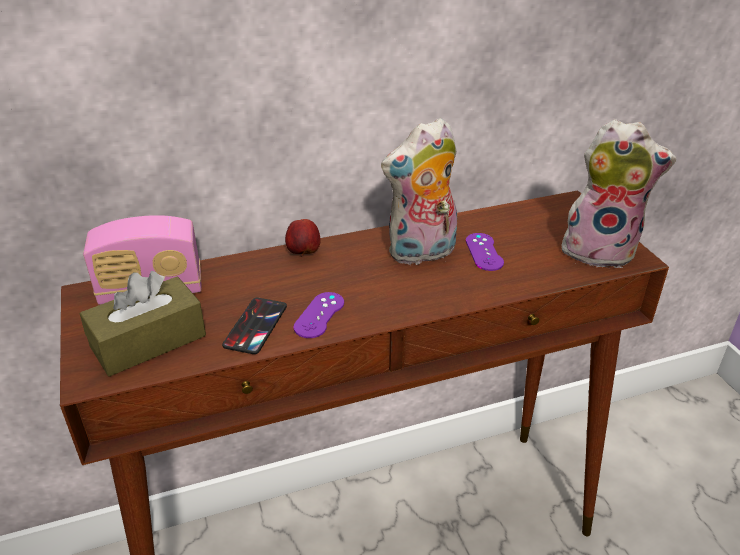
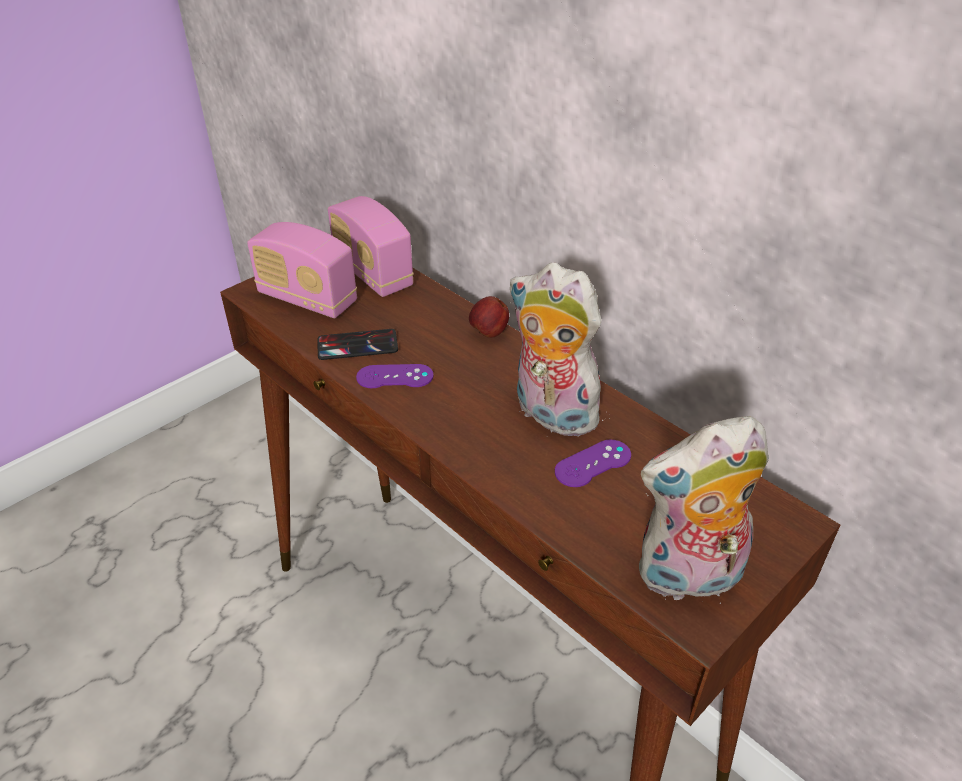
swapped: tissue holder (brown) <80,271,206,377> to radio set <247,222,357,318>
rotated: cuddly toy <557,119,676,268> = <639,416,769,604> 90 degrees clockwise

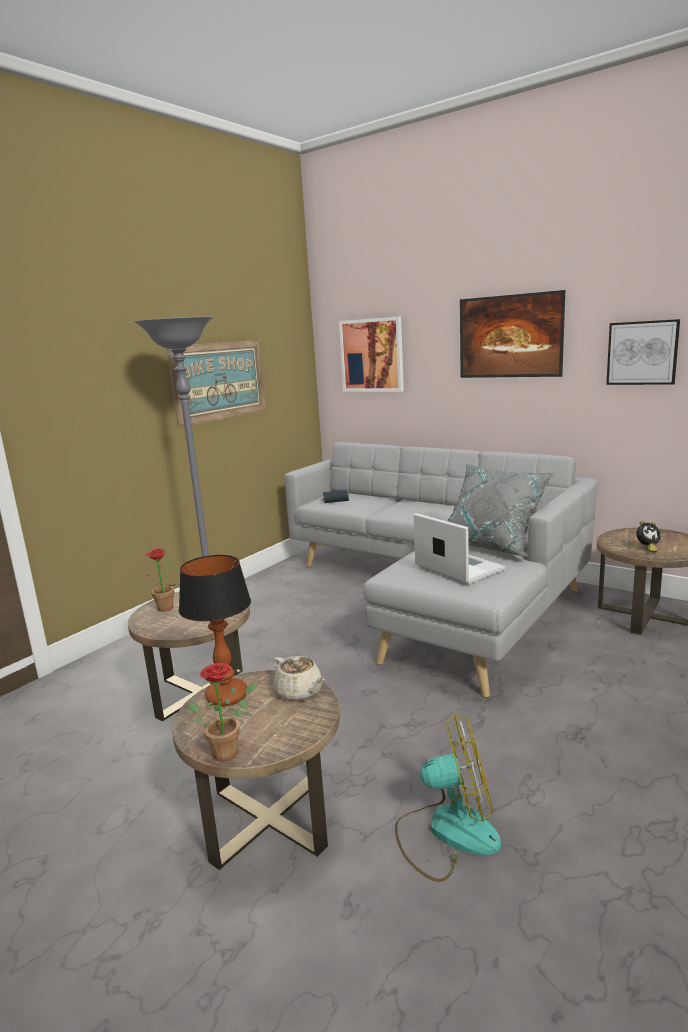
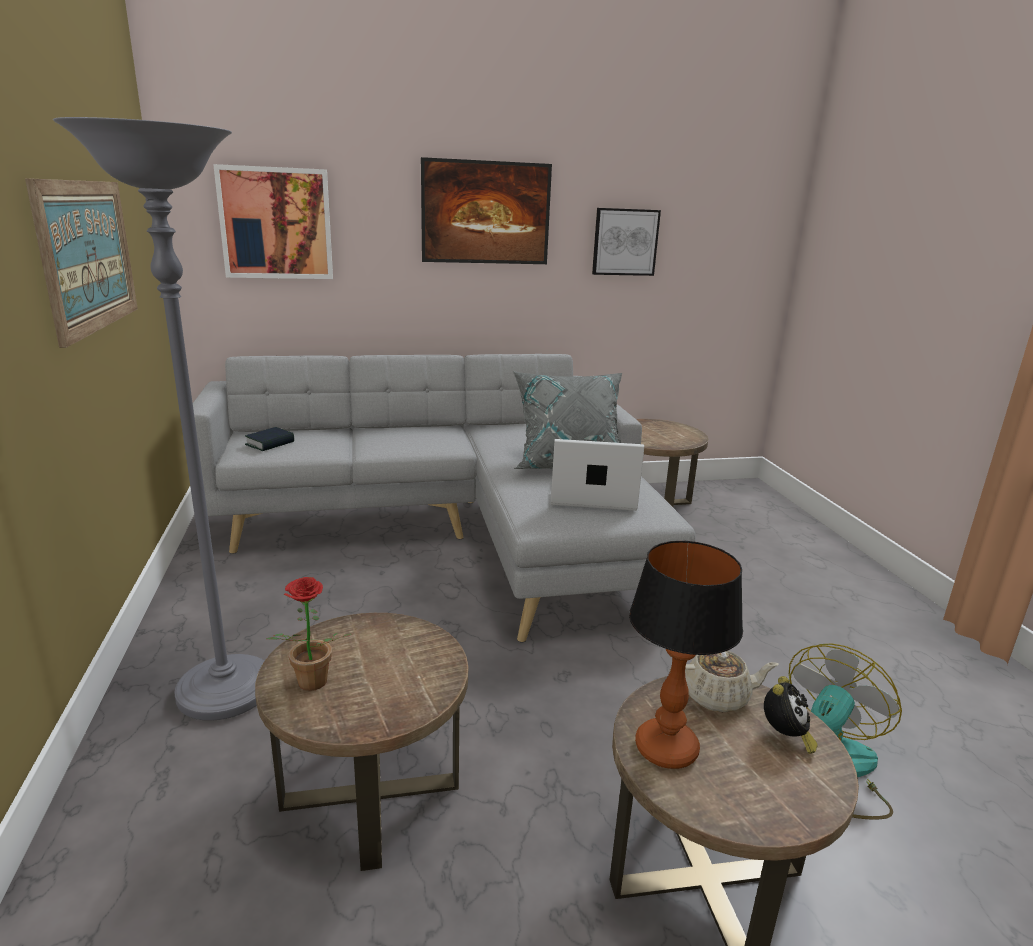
gone: plant in a pot <189,663,257,761>
shifted: bedside clock <636,520,661,552> to <764,676,817,754>

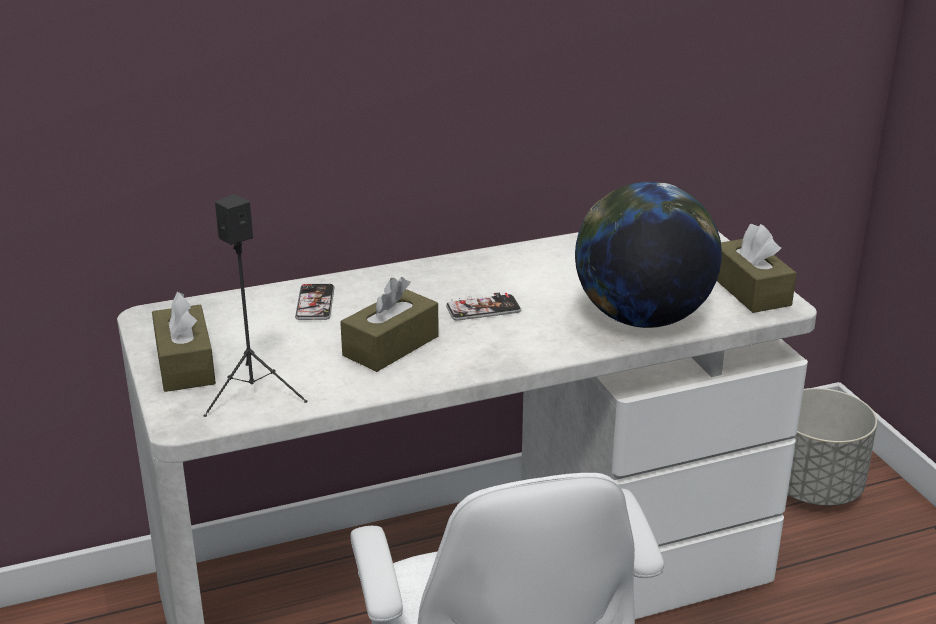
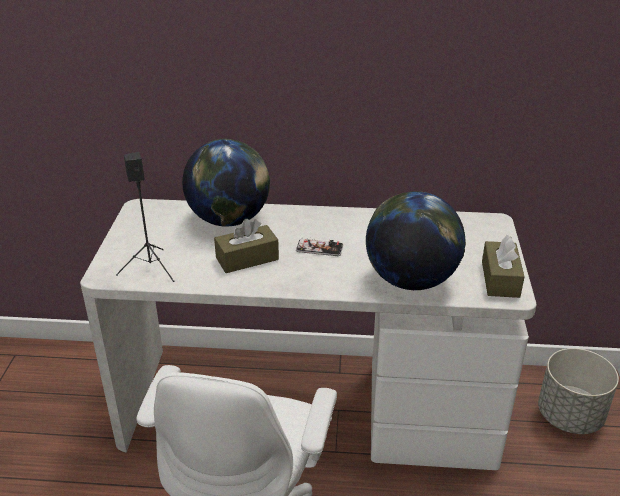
gone: tissue holder (brown) <152,292,216,392>
swapped: telephone <295,284,335,320> to world globe <182,139,270,227>

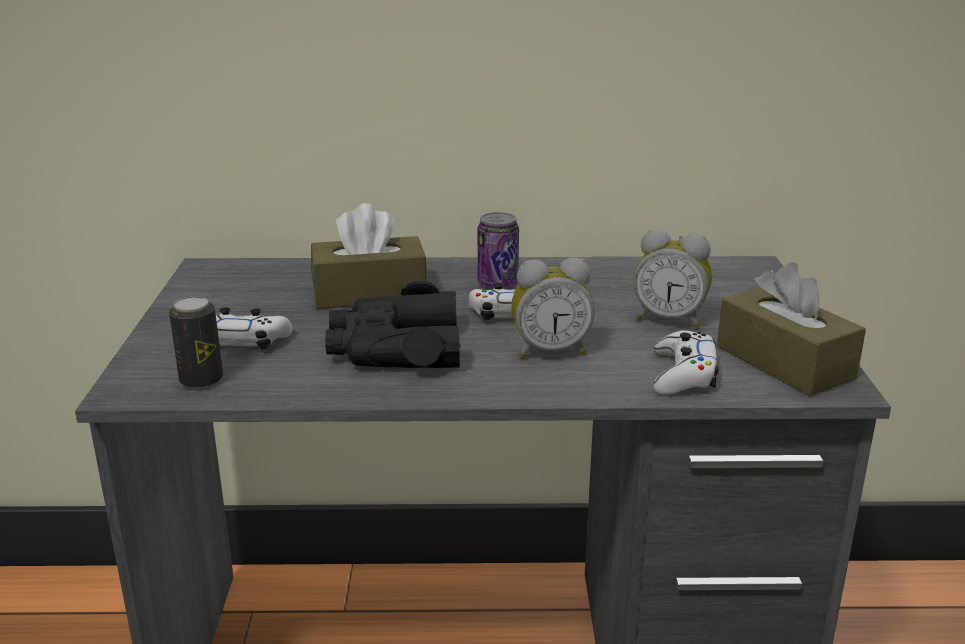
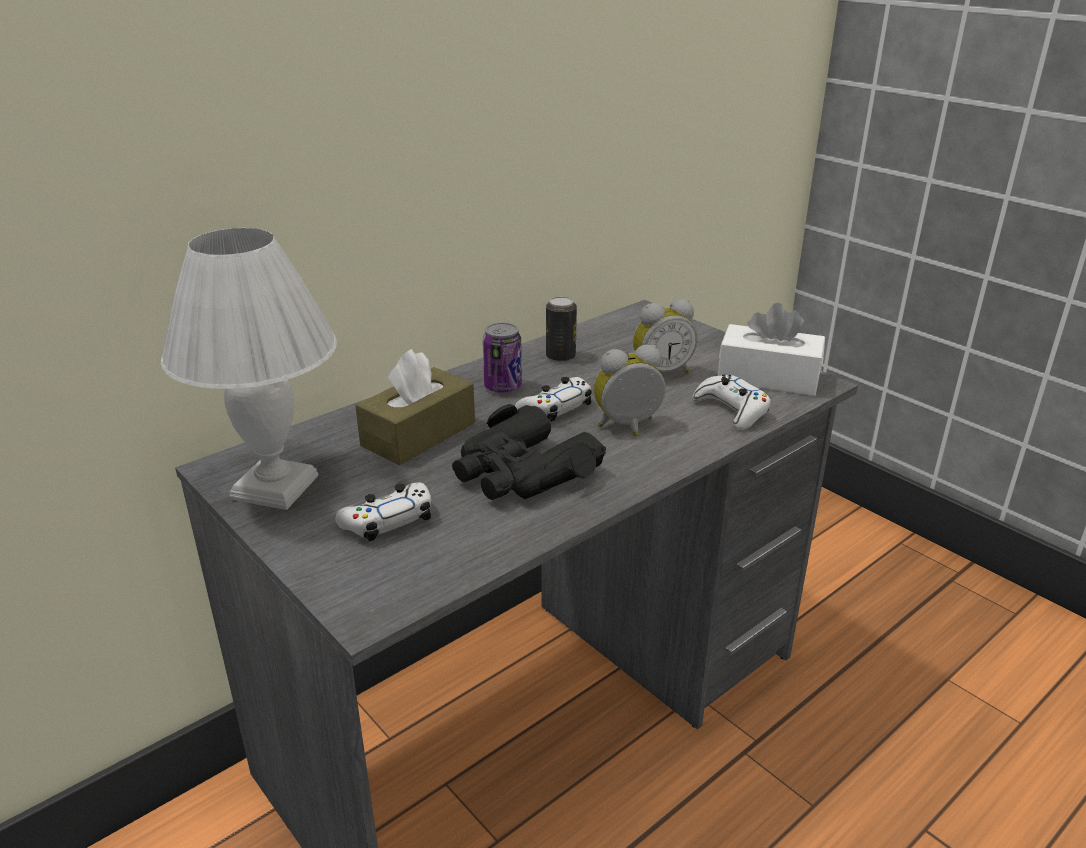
new: lamp for a table (white) <161,228,337,510>
shifted: sealed can <169,296,223,389> to <546,297,577,362>
repainted: tissue holder (brown) <717,262,866,396> to tissue holder (white) <718,303,825,396>
rotated: bedside clock <511,258,595,359> = <594,345,666,436> 150 degrees counterclockwise

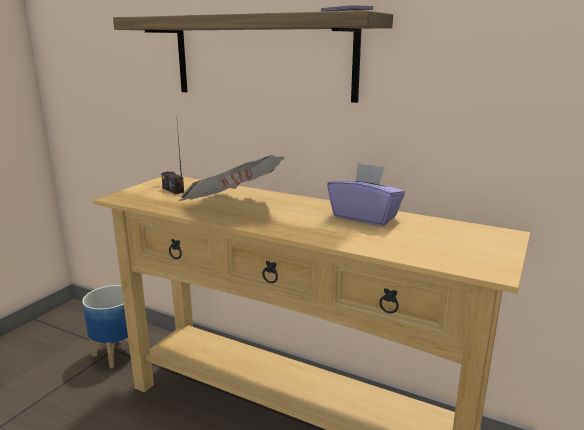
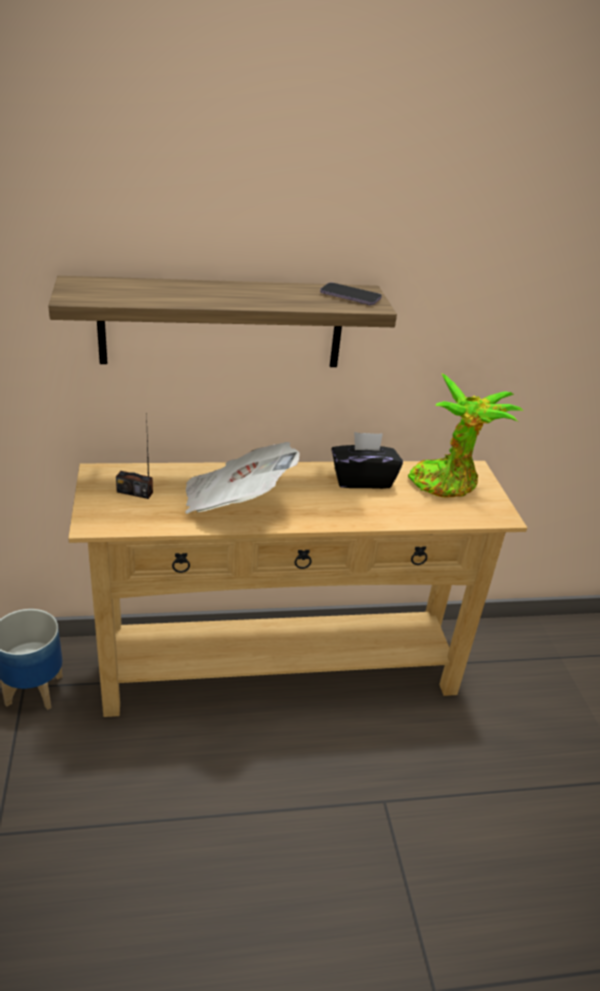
new: plant in a pot <408,373,524,498>
repainted: tissue holder (purple-coloured) <327,163,405,226> to tissue holder (blackish) <331,432,403,489>

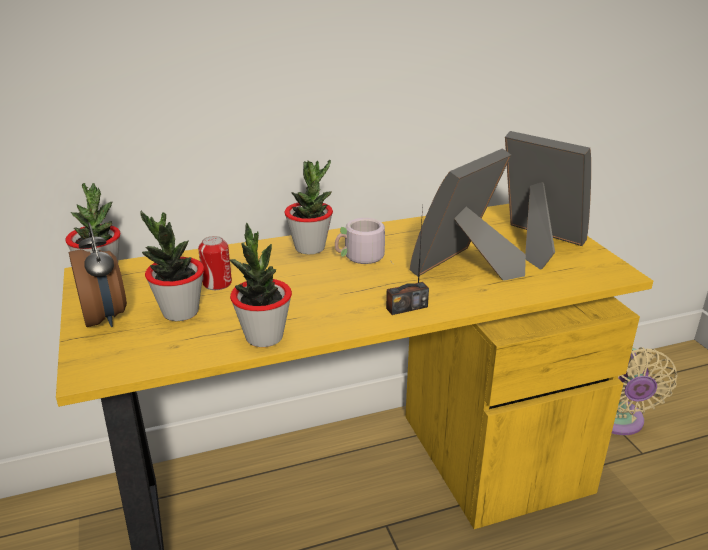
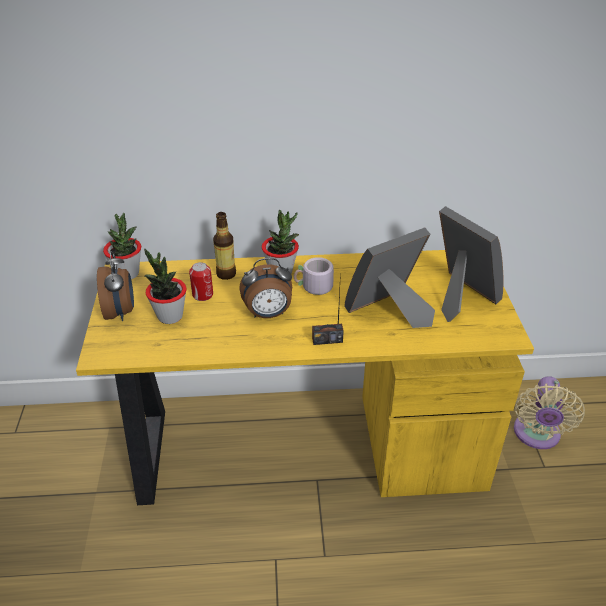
gone: plant in a pot <229,223,292,347>
new: bottle <213,212,236,280>; bedside clock <239,258,292,318>

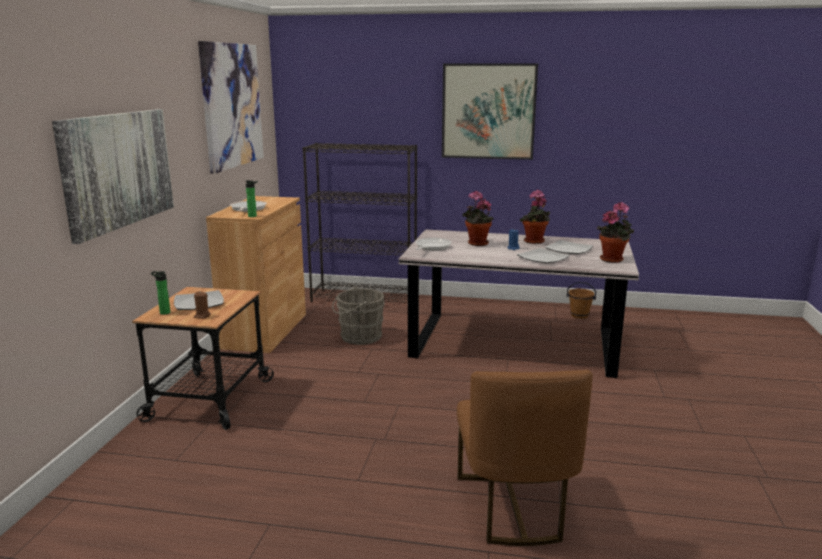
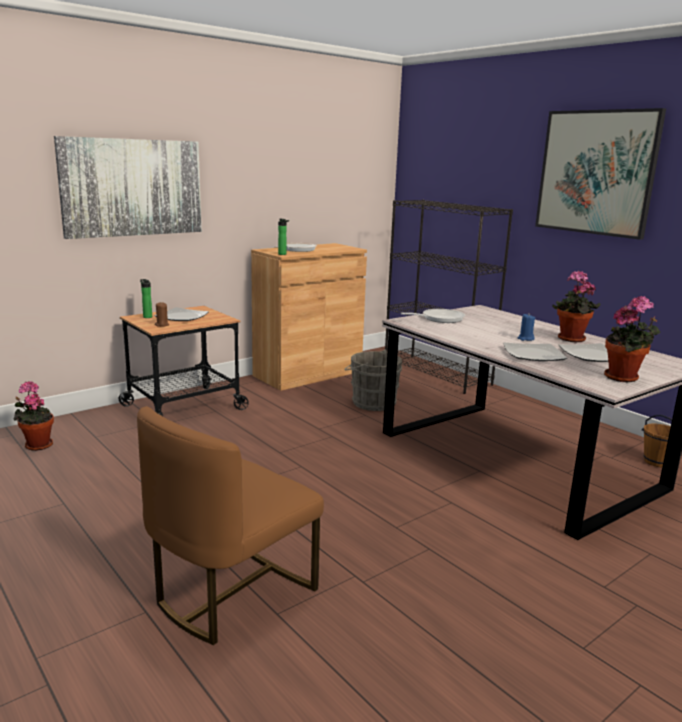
gone: wall picture <198,41,264,174>
shifted: plant in a pot <463,191,494,246> to <14,381,54,451>

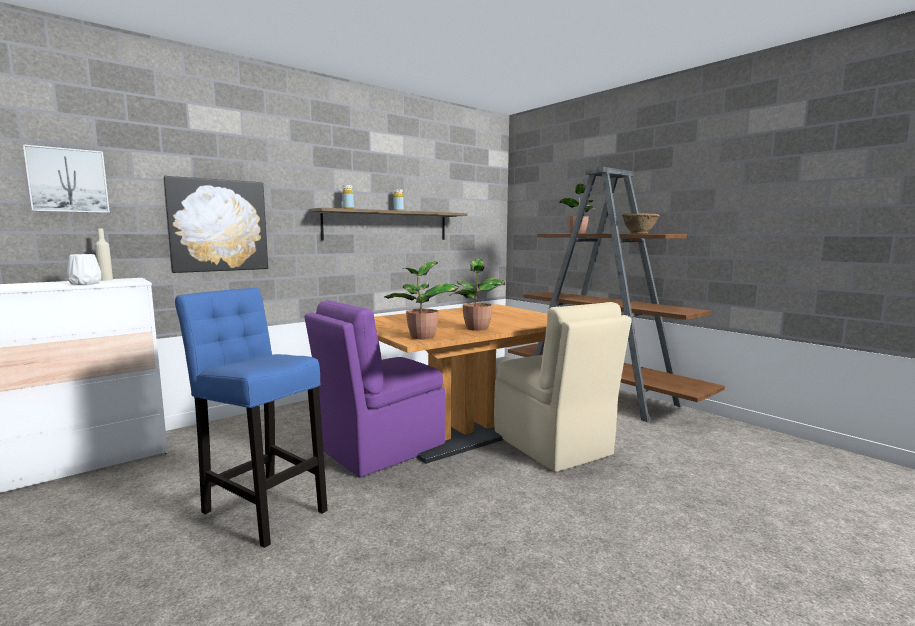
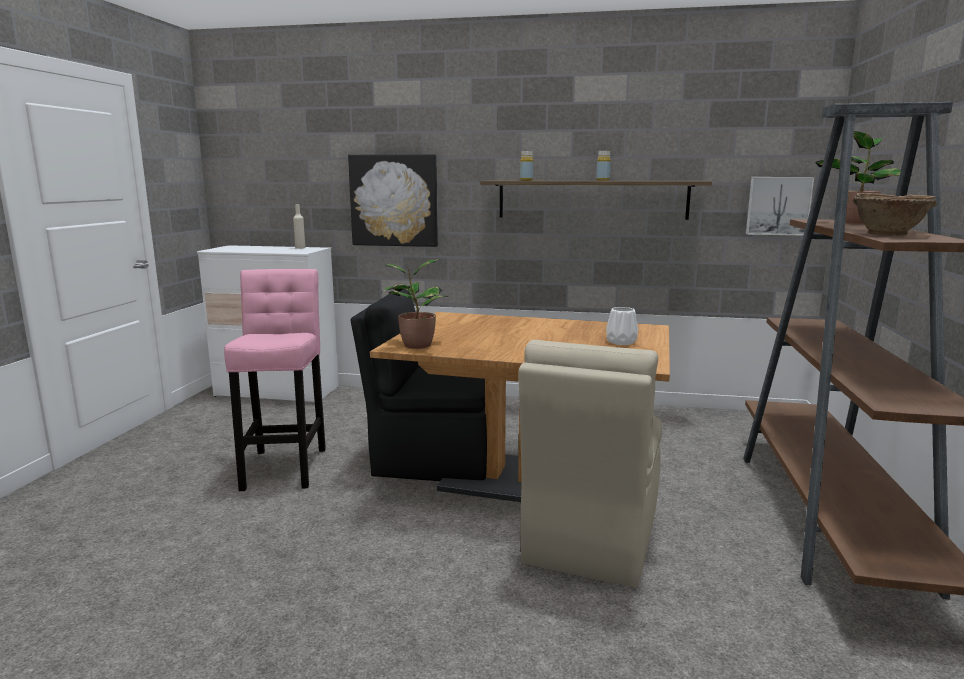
gone: plant in a pot <449,259,505,331>
shifted: wall picture <23,144,110,213> to <746,177,814,235>; decorative vase (white) <67,254,101,285> to <606,307,638,345>
repainted: stool seat (blue) <175,288,328,548> to stool seat (pink-coloured) <224,269,326,491>; chair (purple-coloured) <304,300,446,477> to chair (blackish) <351,289,487,481>

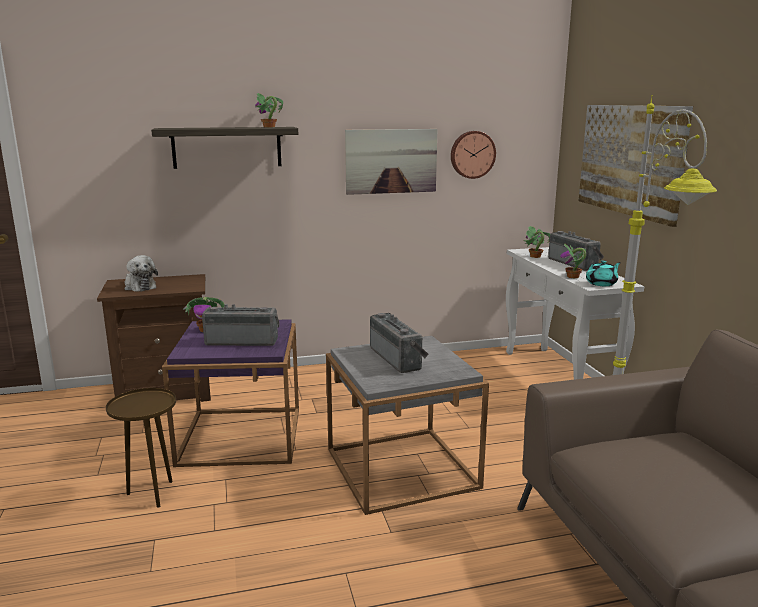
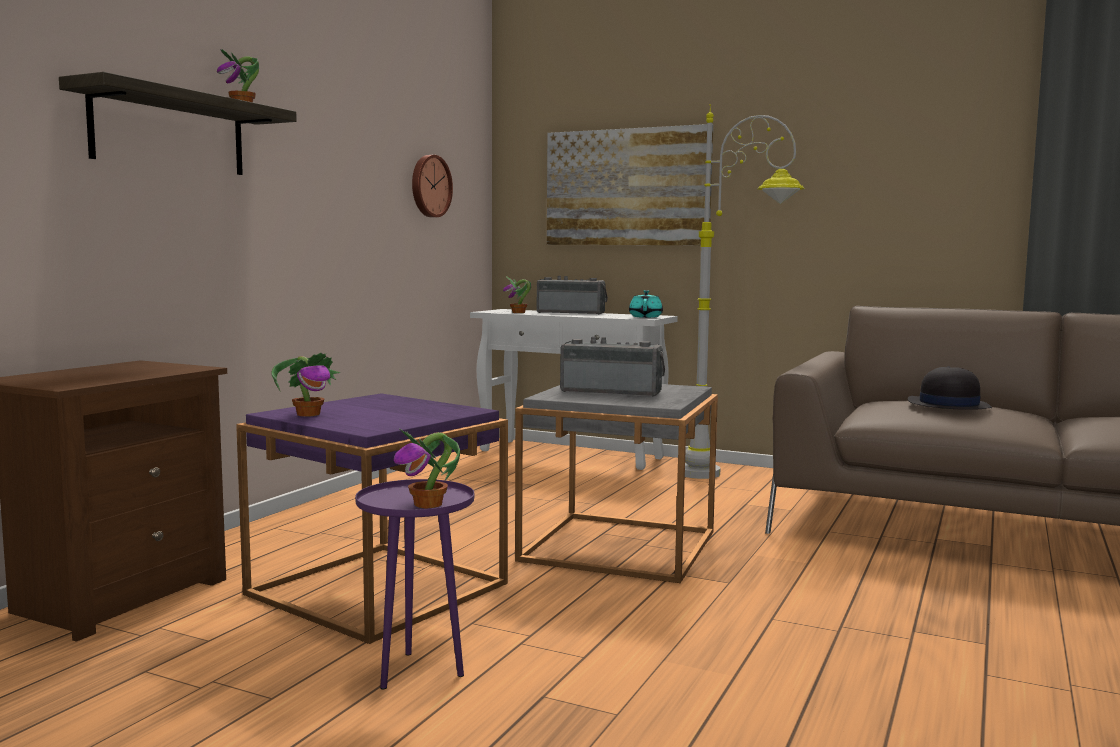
gone: cuddly toy <125,255,158,292>; radio set <202,304,280,346>; wall picture <345,129,437,195>
new: hat (blackish) <908,366,992,410>
shifted: plant in a pot <560,244,586,278> to <394,428,460,508>
repainted: side table (brown) <106,388,176,508> to side table (purple-coloured) <355,479,474,689>

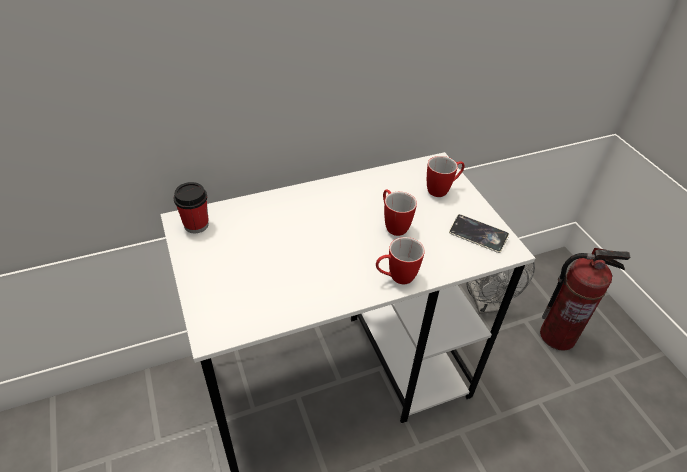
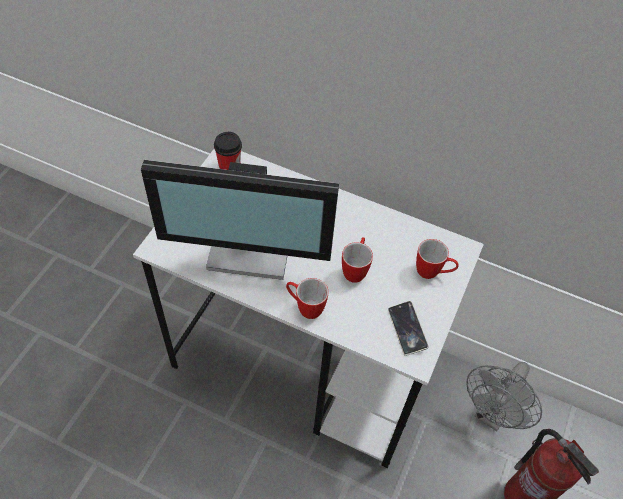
new: monitor <141,160,339,280>

